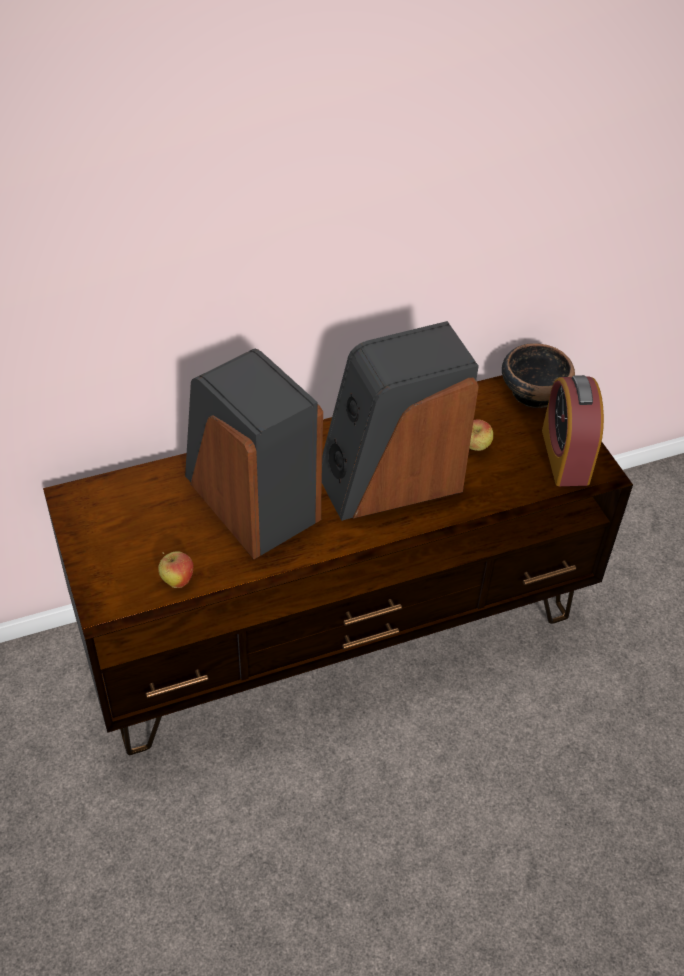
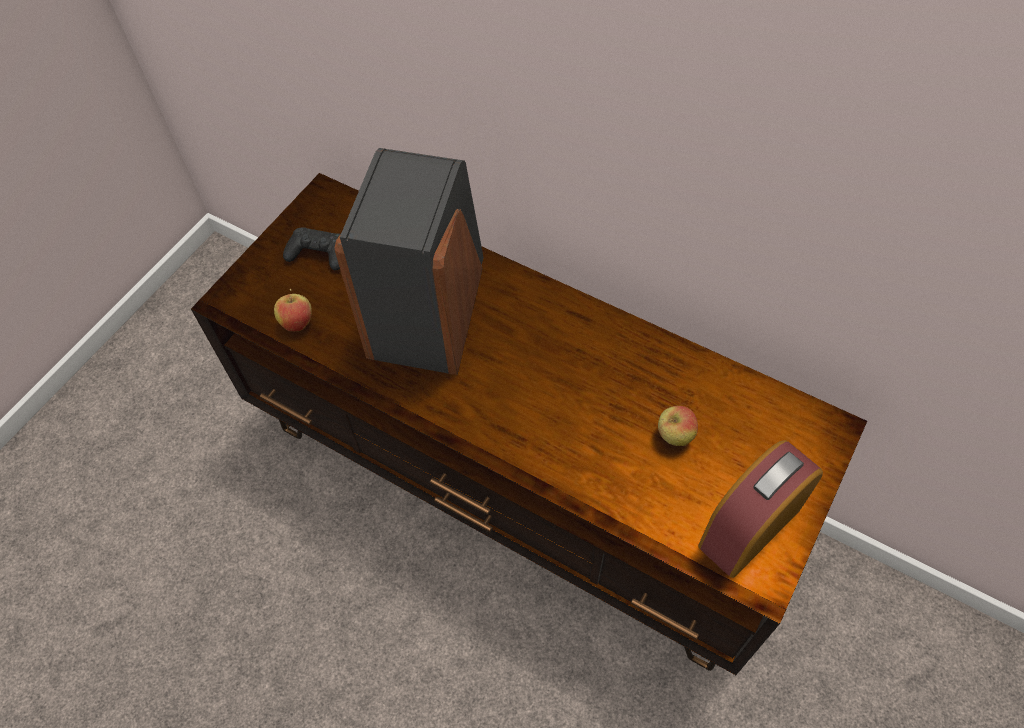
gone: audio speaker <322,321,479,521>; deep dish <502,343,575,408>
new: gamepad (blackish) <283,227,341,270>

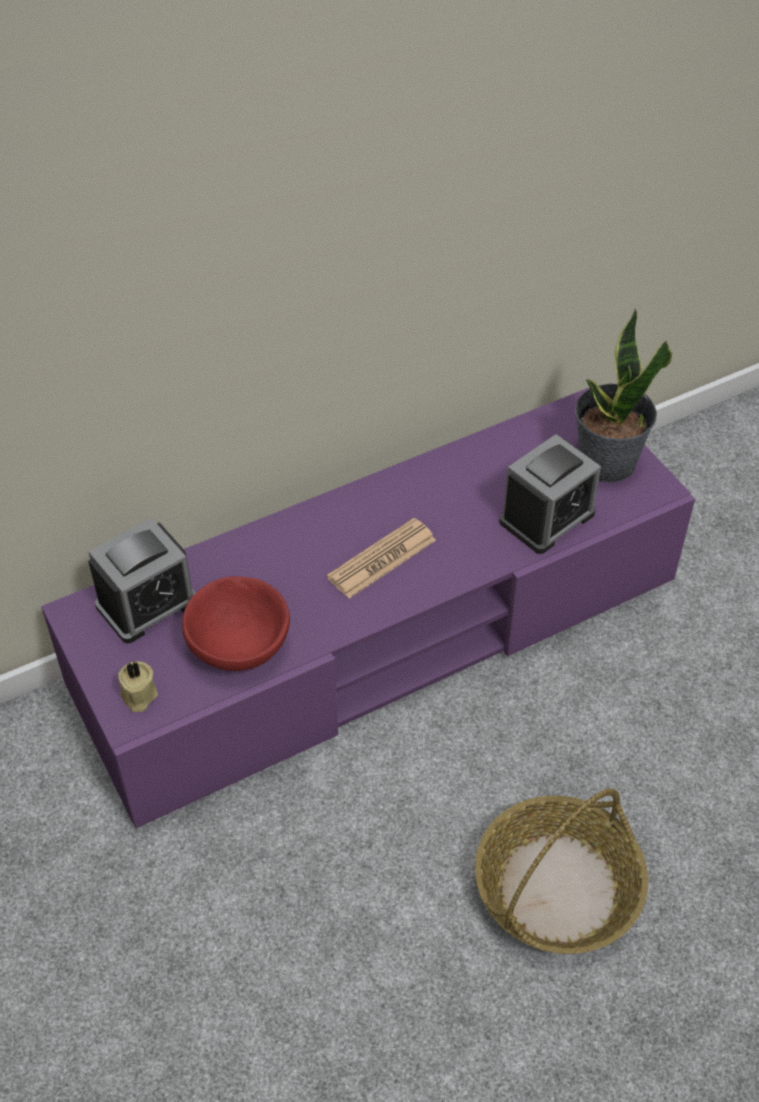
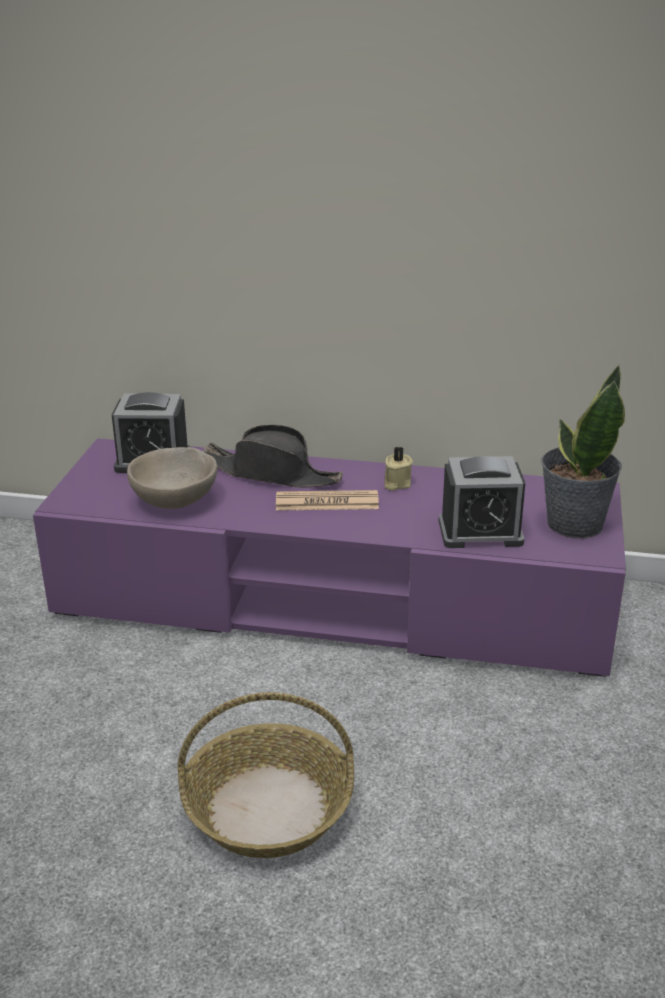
new: hat (blackish) <203,425,343,488>
shifted: candle (beige) <118,661,158,712> to <384,447,413,491>
repainted: deep dish (reddish) <182,576,290,671> to deep dish (beige) <127,447,217,509>

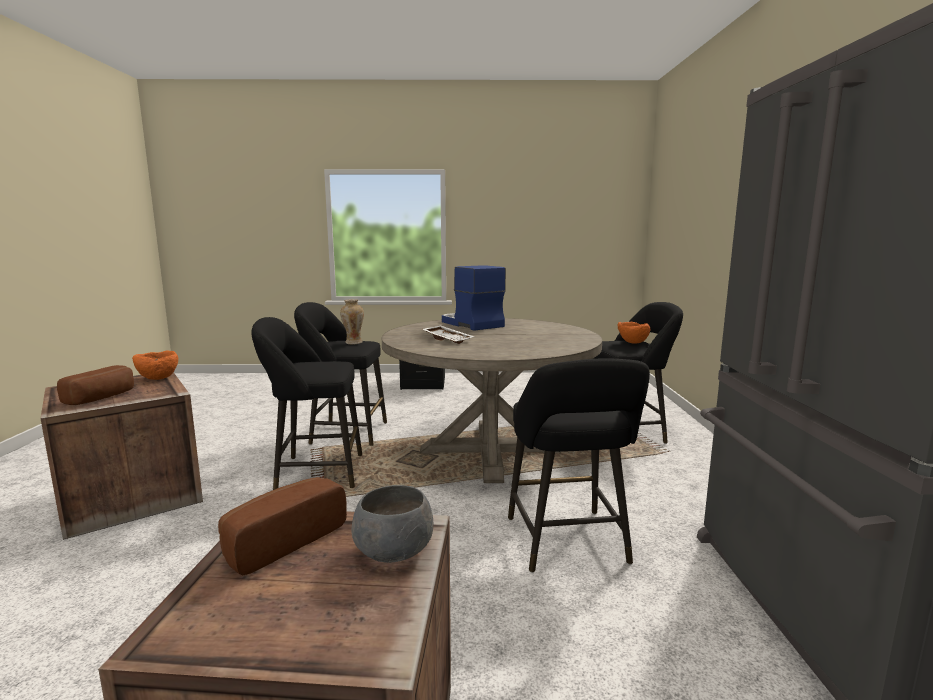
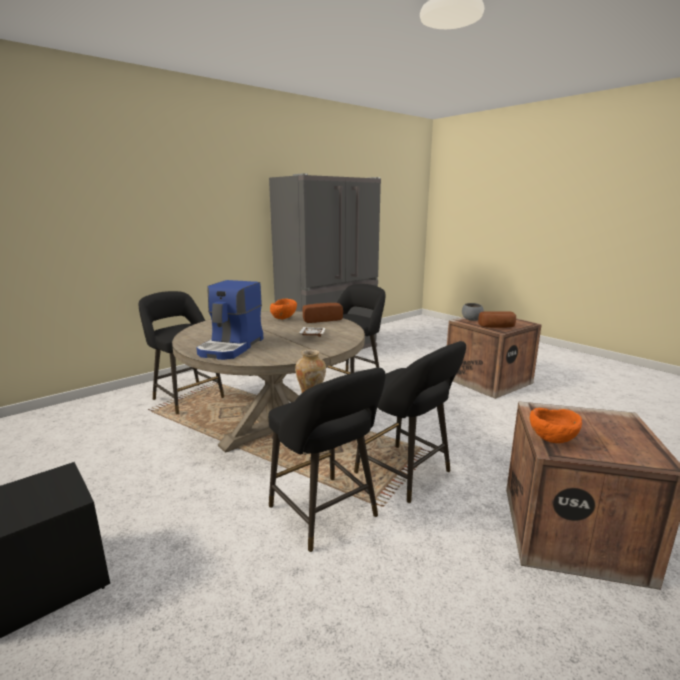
shifted: bakery bread <57,365,134,405> to <302,303,343,323>; deep dish (orange) <618,322,650,344> to <270,299,297,319>

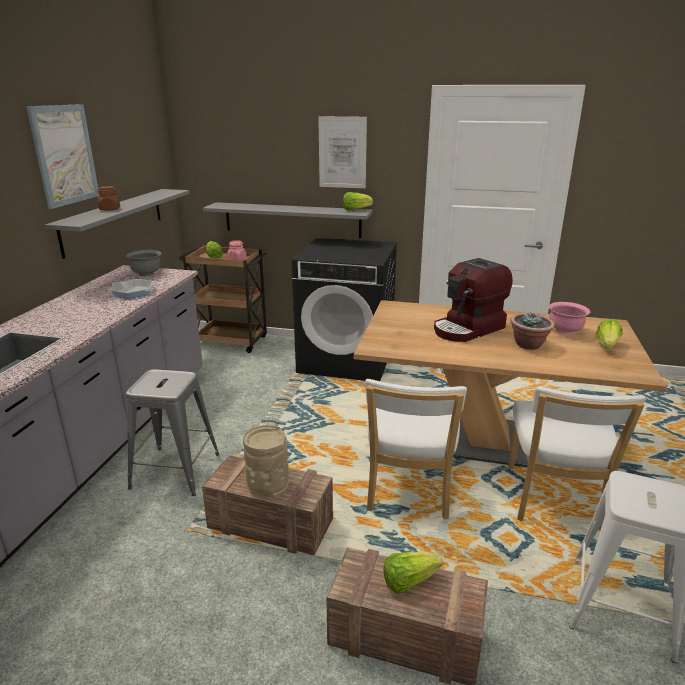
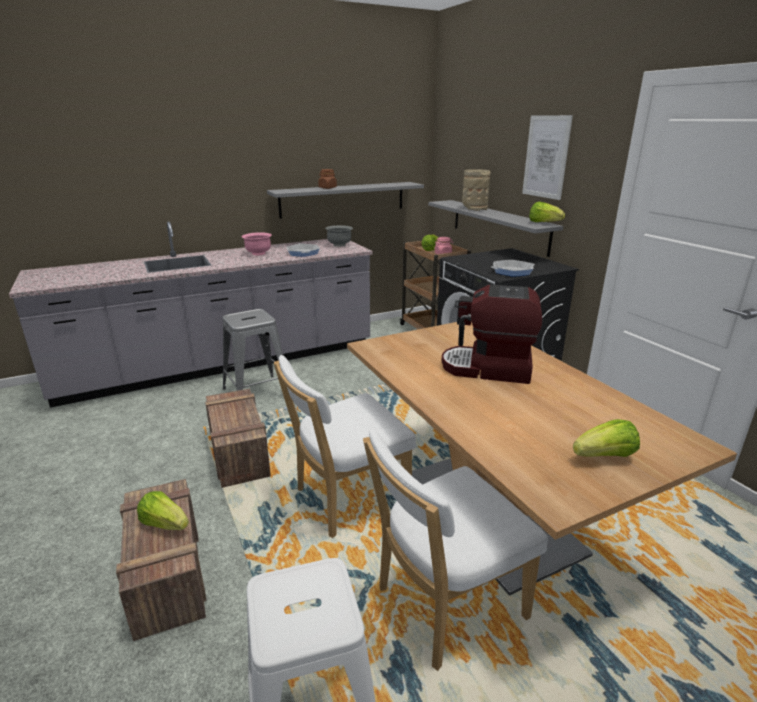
gone: wall picture <26,104,99,209>; plant in a pot <510,312,555,350>
new: frying pan <491,260,535,277>
shifted: decorative vase (beige) <243,425,289,497> to <462,169,491,211>; deep dish (pink-coloured) <549,302,590,335> to <242,232,272,255>

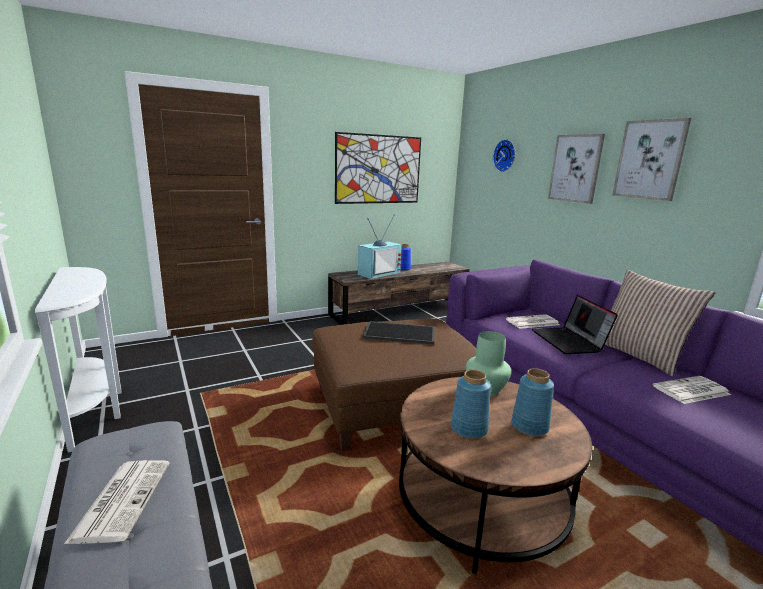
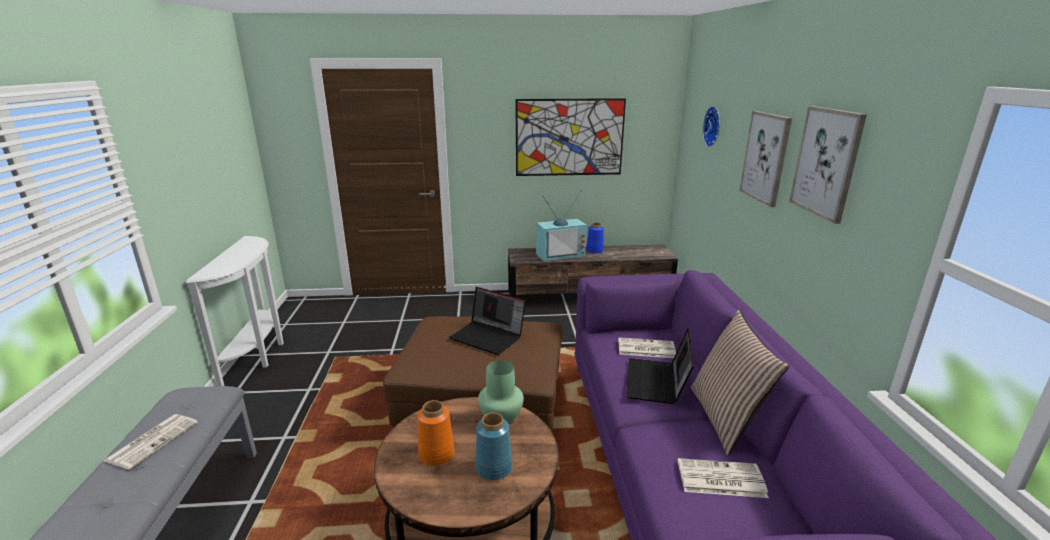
swapped: carrying tray <363,321,435,344> to notebook computer <449,287,526,355>
repainted: decorative vase (blue) <451,370,491,439> to decorative vase (orange) <417,400,455,466>

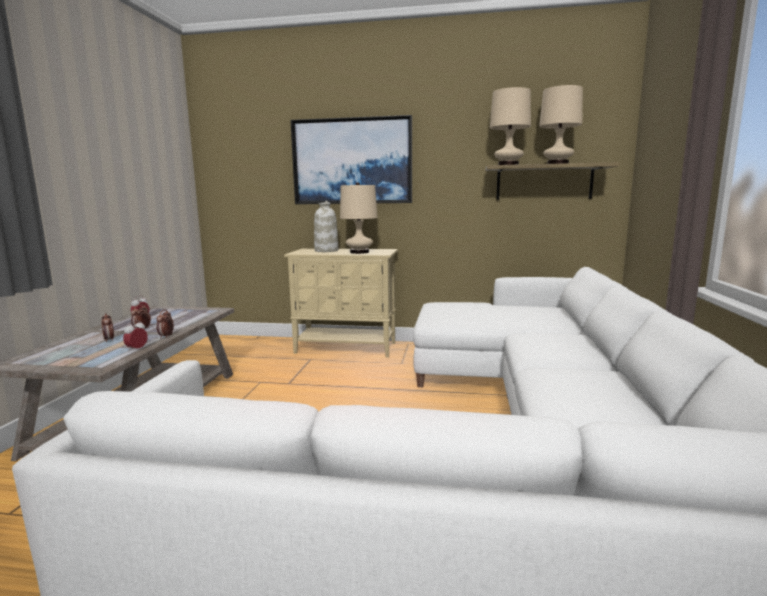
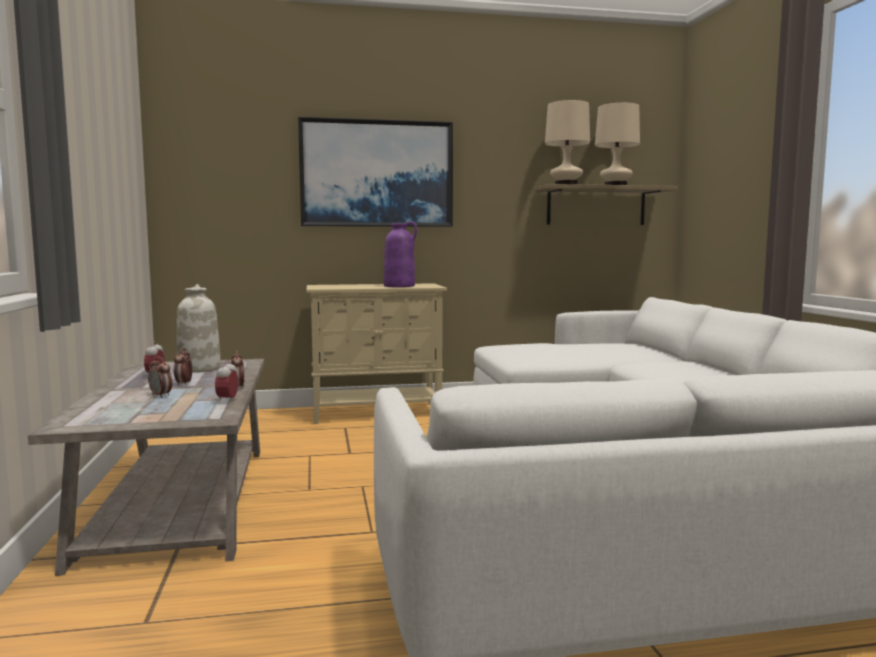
shifted: decorative vase (white) <314,201,338,252> to <177,284,221,373>
swapped: lamp for a table (beige) <340,182,378,254> to decorative vase (purple-coloured) <384,221,417,287>

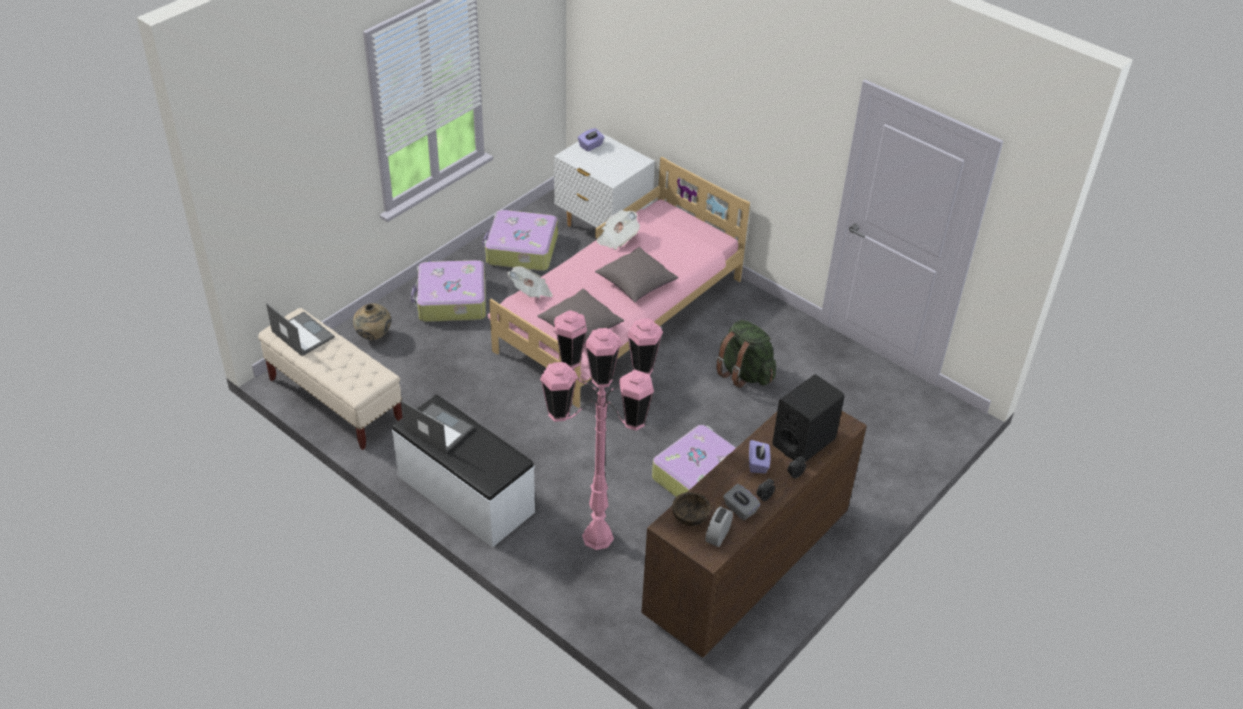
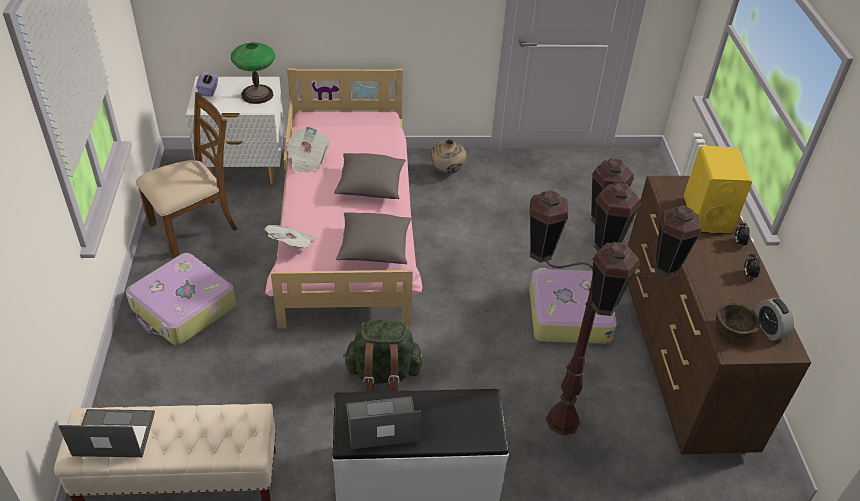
gone: tissue holder (greyish) <723,484,760,520>; tissue holder (purple-coloured) <749,440,770,473>
new: lamp for a table <231,42,275,104>
shifted: decorative vase (beige) <353,303,391,340> to <431,139,467,174>; rucksack (greenish) <716,320,776,388> to <343,320,423,392>
swapped: piece of luggage <482,210,558,271> to chair (brown) <136,92,238,258>
repainted: floor lamp (pink-coloured) <540,310,663,550> to floor lamp (brown) <529,158,701,436>; audio speaker (blackish) <773,374,844,463> to audio speaker (yellow) <684,145,752,233>

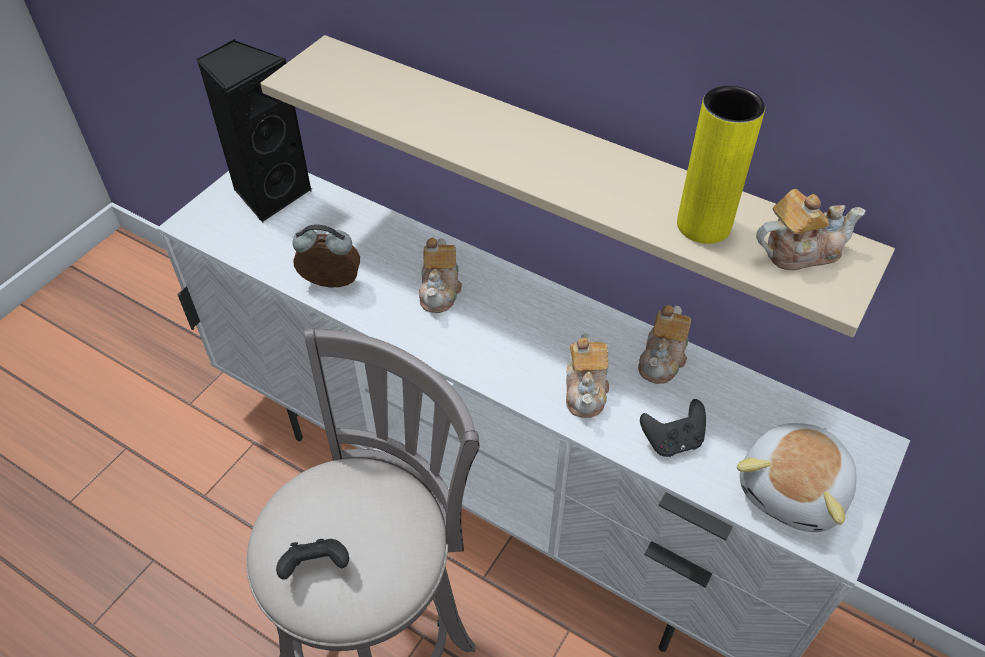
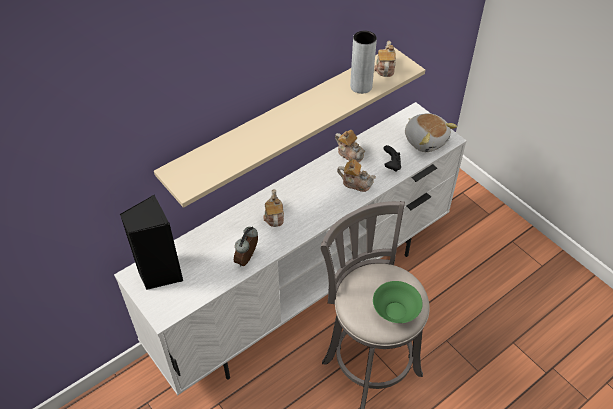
swapped: gamepad (blackish) <276,539,349,580> to deep dish (greenish) <373,281,423,323>
repainted: decorative vase (yellow) <677,86,765,244> to decorative vase (greyish) <350,31,377,94>
rotated: tea pot <419,238,462,313> = <263,189,284,227> 120 degrees counterclockwise

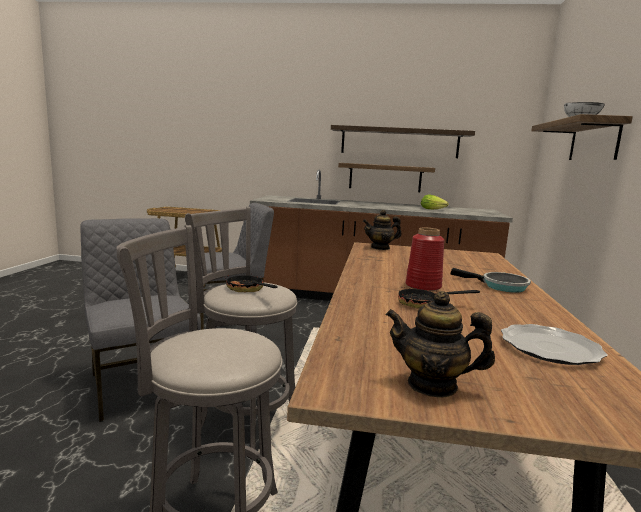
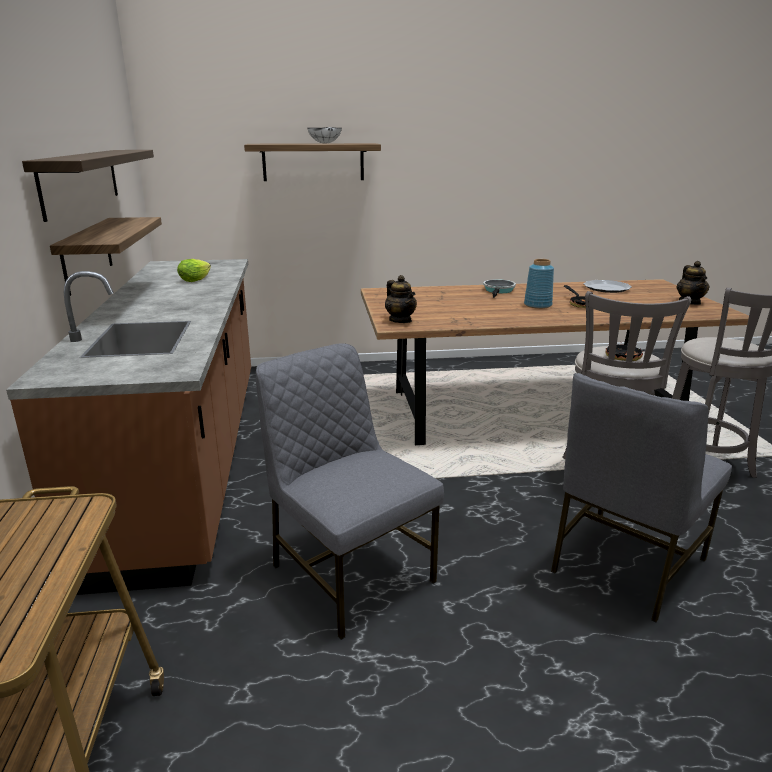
repainted: decorative vase (reddish) <406,228,444,291> to decorative vase (blue) <524,259,554,309>

